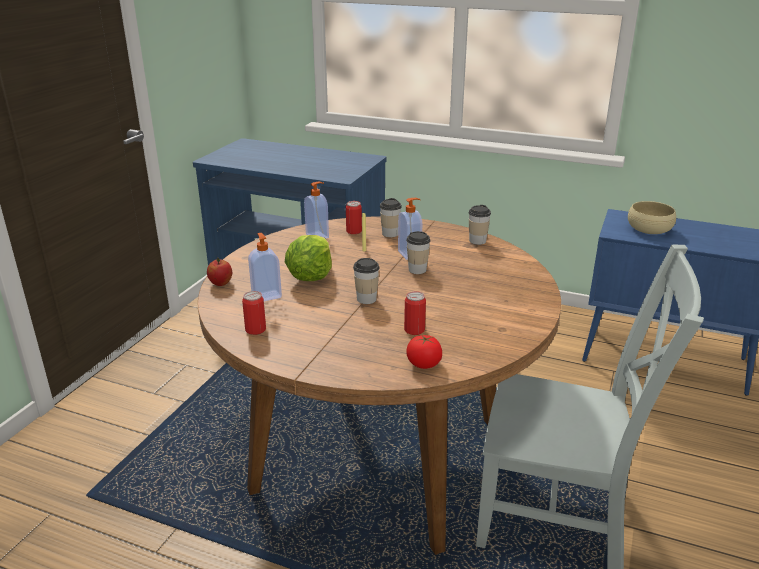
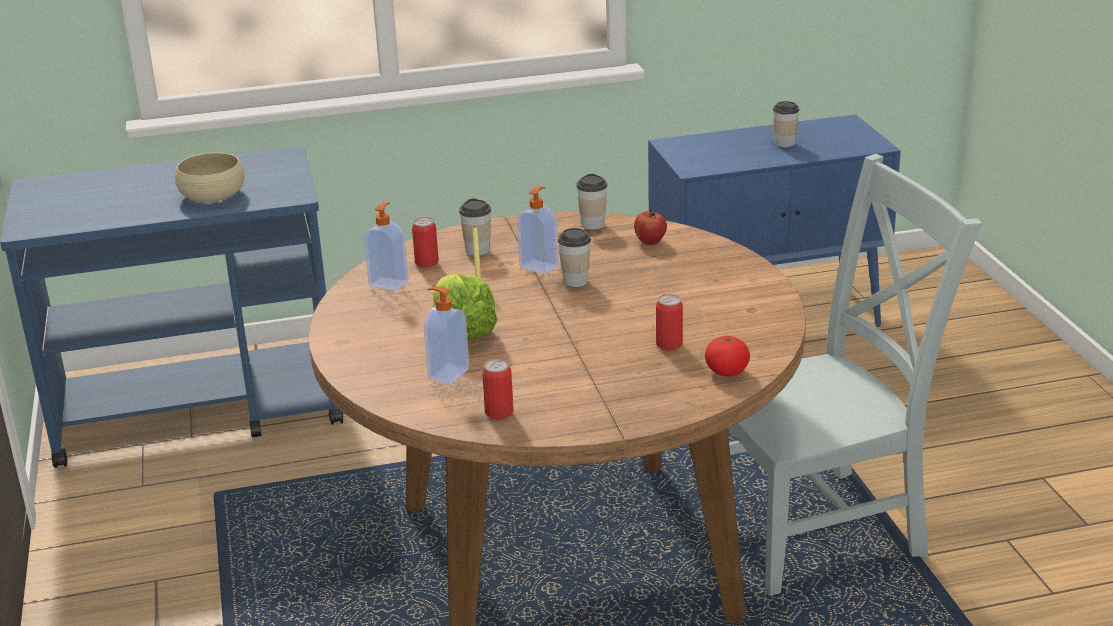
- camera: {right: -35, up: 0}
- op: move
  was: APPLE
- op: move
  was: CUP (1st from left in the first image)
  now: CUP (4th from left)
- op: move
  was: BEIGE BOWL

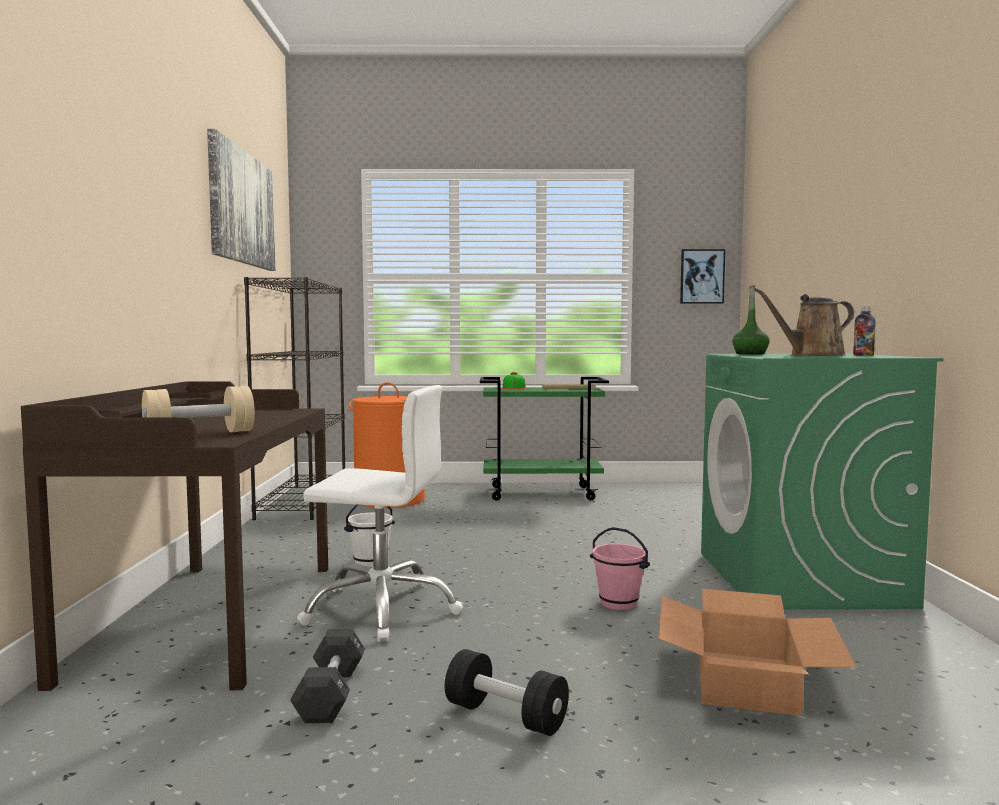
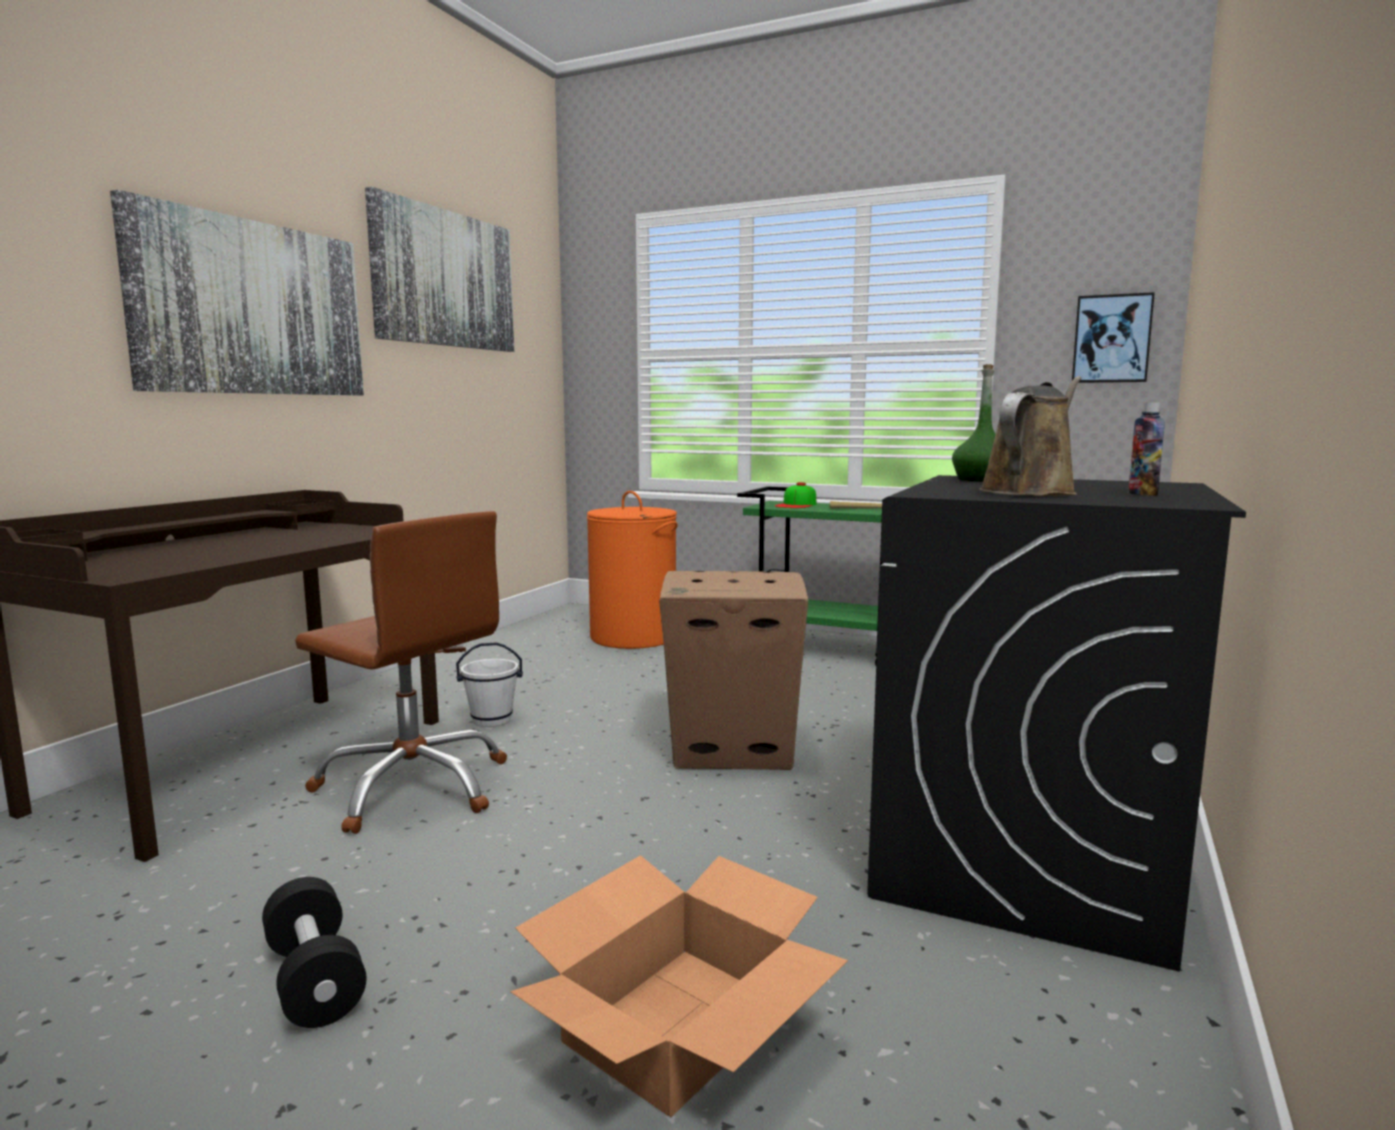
- camera: {right: 25, up: 5}
- op: delete
  was: BEIGE DUMBBELL
- op: delete
  was: BLACK BOOKCASE
- op: delete
  was: BLACK DUMBBELL (1st from left)
- op: recolor
  was: WHITE OFFICE CHAIR
  now: BROWN OFFICE CHAIR
- op: delete
  was: PINK BUCKET
- op: recolor
  was: GREEN WASHING MACHINE
  now: BLACK WASHING MACHINE
- op: rotate
  was: BROWN WATERING CAN
  clockwise: 120
- op: insert
  now: PICTURE (1st from left)
- op: insert
  now: CARDBOARD BOX (2nd from left)

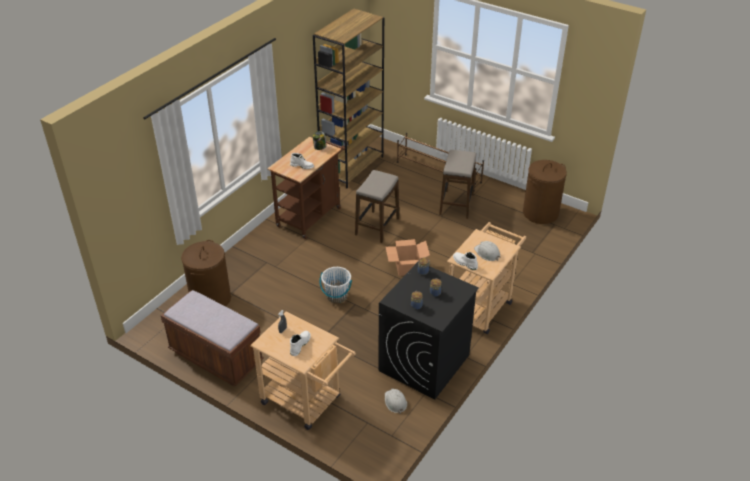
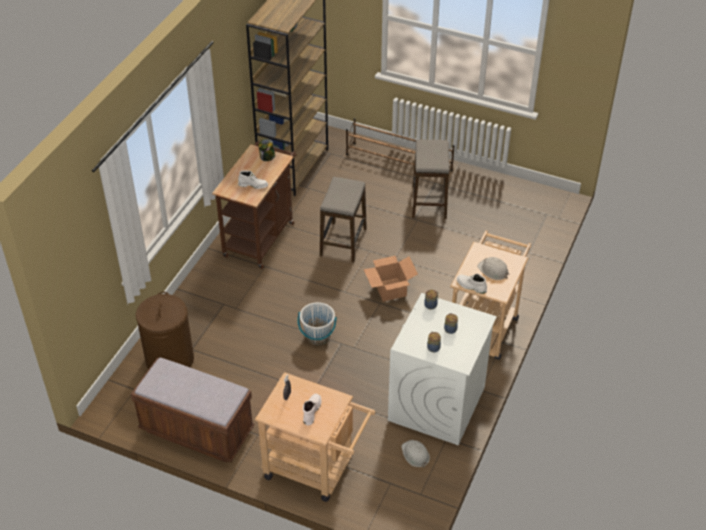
- camera: {right: -10, up: 5}
- op: recolor
  was: BLACK WASHING MACHINE
  now: WHITE WASHING MACHINE
- op: delete
  was: BROWN LAUNDRY BASKET (2nd from left)

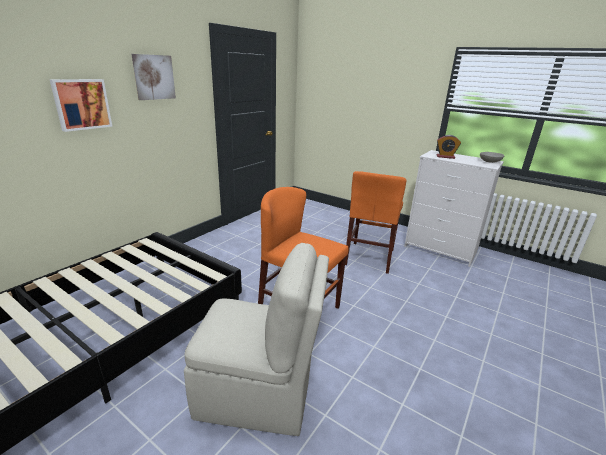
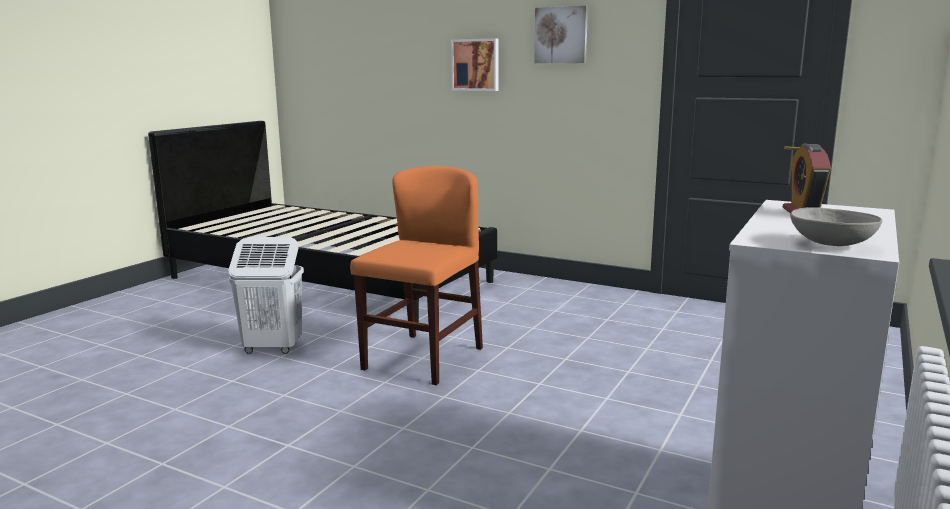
- camera: {right: 85, up: -10}
- op: replace
  was: BEIGE CHAIR
  now: WHITE LAUNDRY BASKET
- op: delete
  was: ORANGE CHAIR (2nd from left)

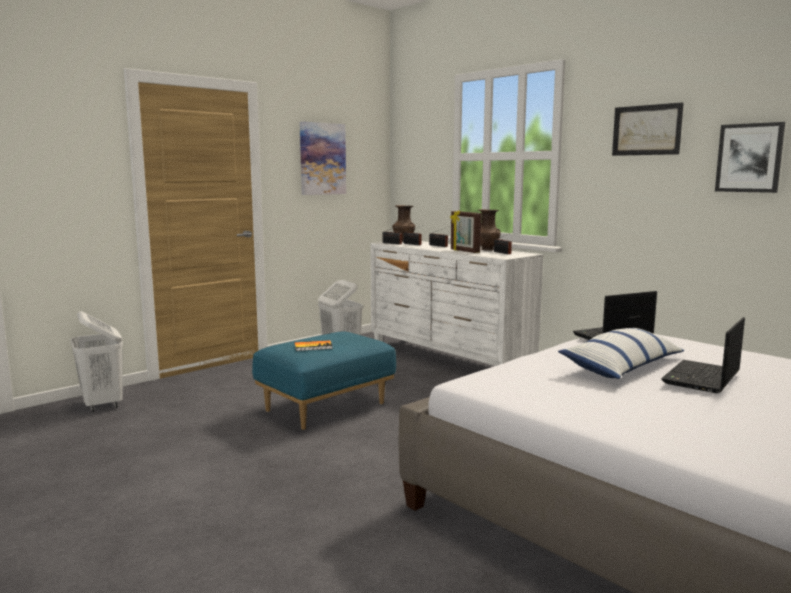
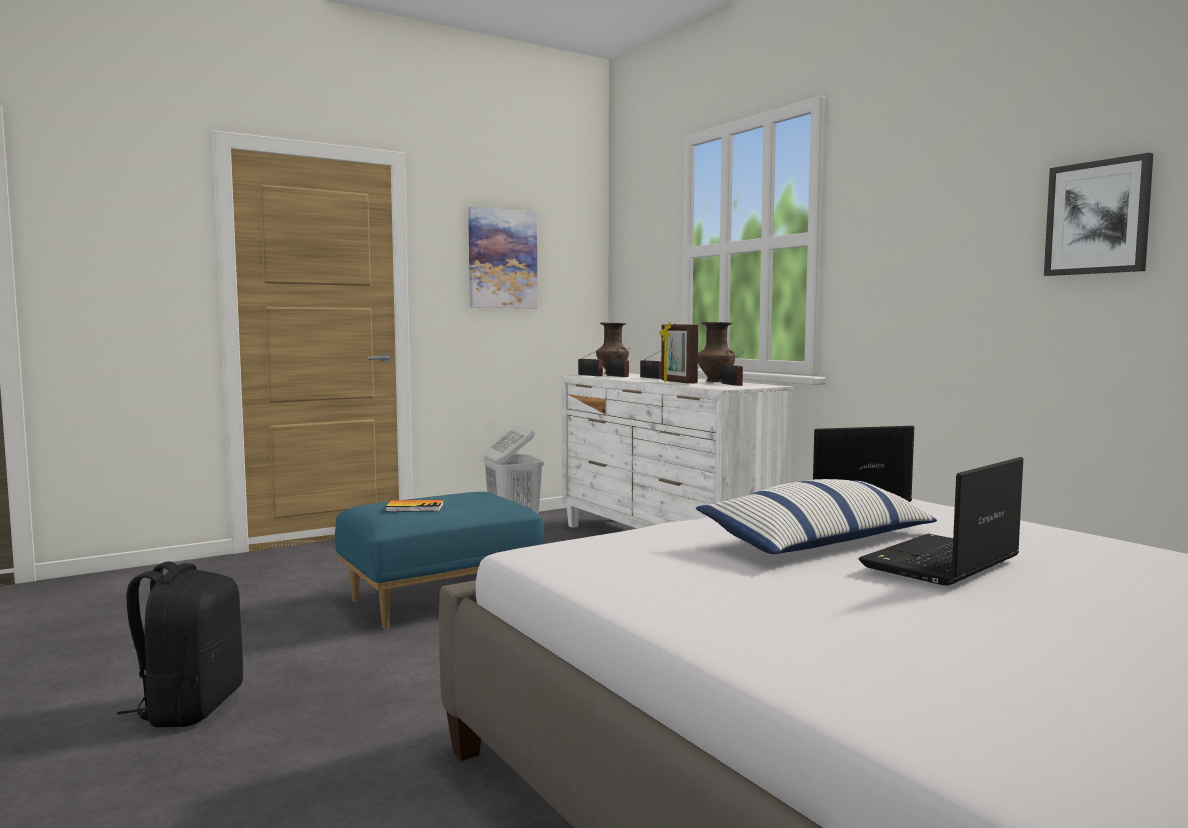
- camera: {right: 10, up: -5}
- op: delete
  was: WHITE LAUNDRY BASKET (1st from left)
- op: delete
  was: PICTURE (2nd from left)
- op: insert
  now: BLACK BACKPACK

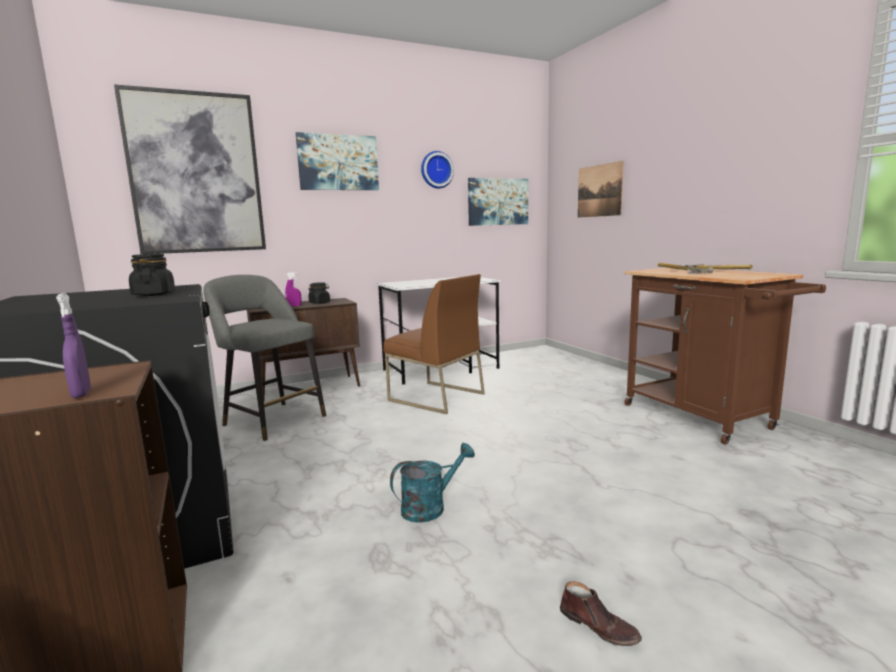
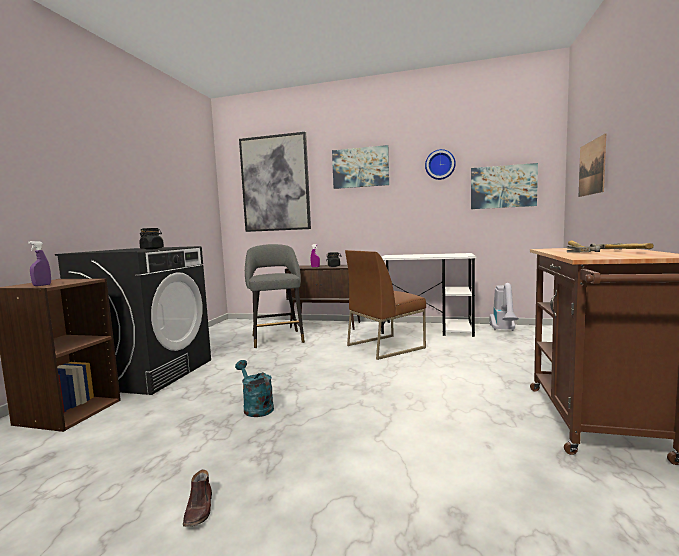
- camera: {right: 40, up: -5}
- op: rotate
  was: BROWN CHAIR
  clockwise: 75
- op: rotate
  was: TURQUOISE WATERING CAN
  clockwise: -135
- op: insert
  now: VACUUM CLEANER

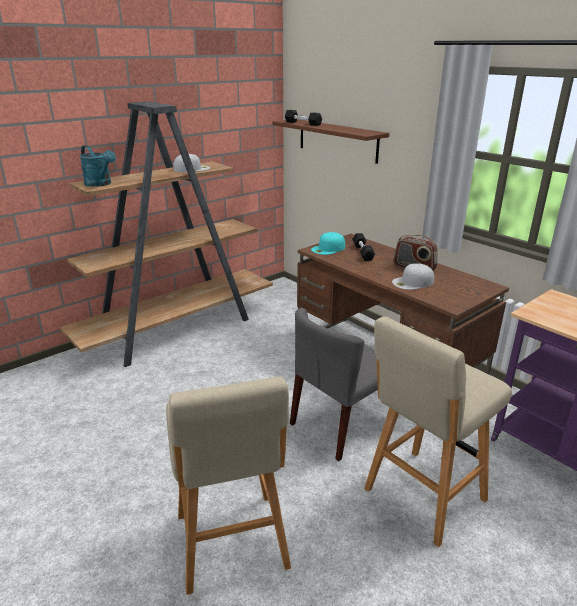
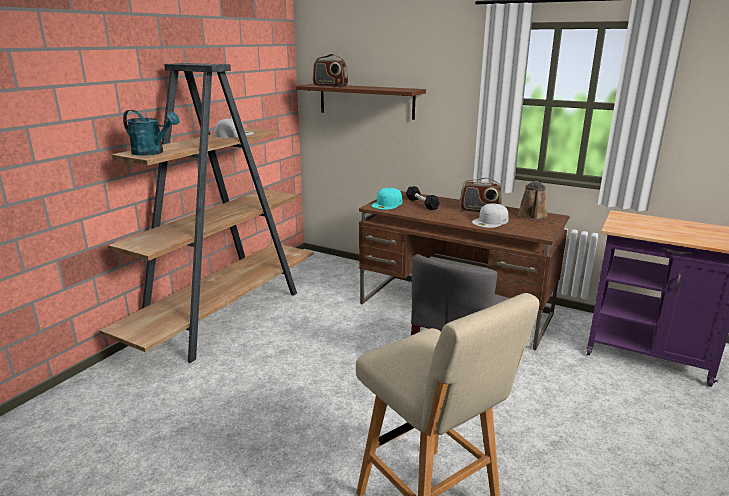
- camera: {right: -20, up: -5}
- op: replace
  was: BLACK DUMBBELL (1st from left)
  now: RADIO (1st from left)
- op: delete
  was: BEIGE STOOL (2nd from left)
- op: insert
  now: BROWN WATERING CAN

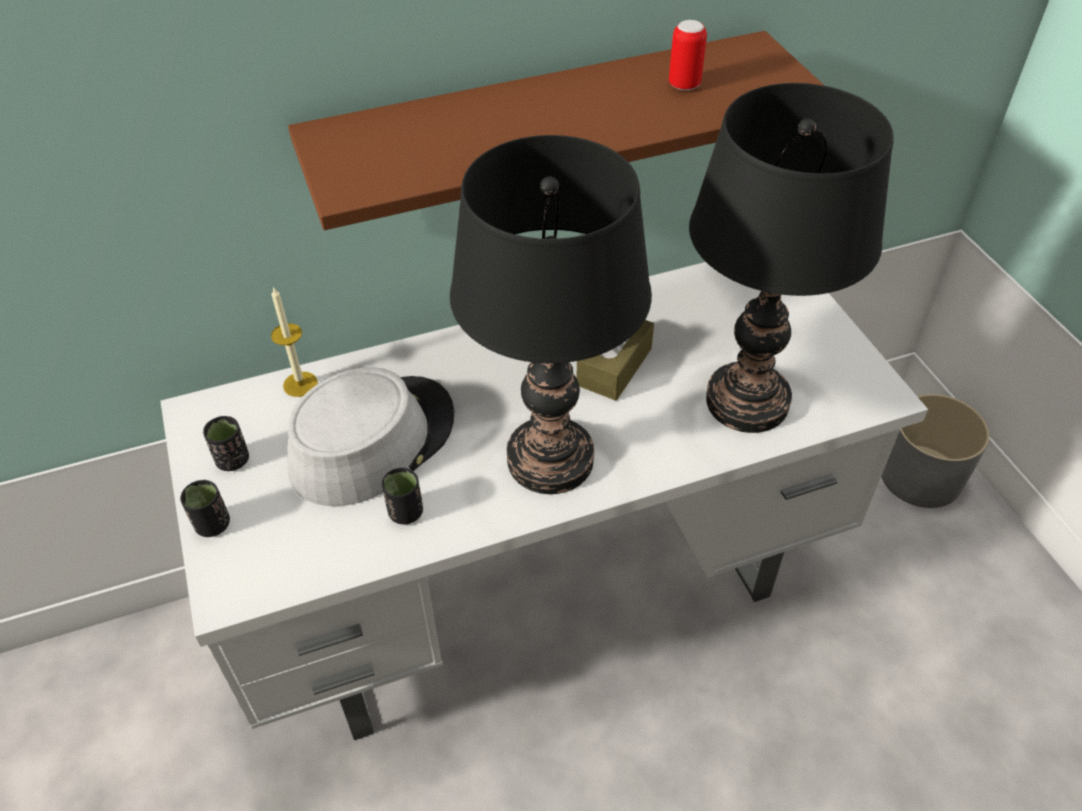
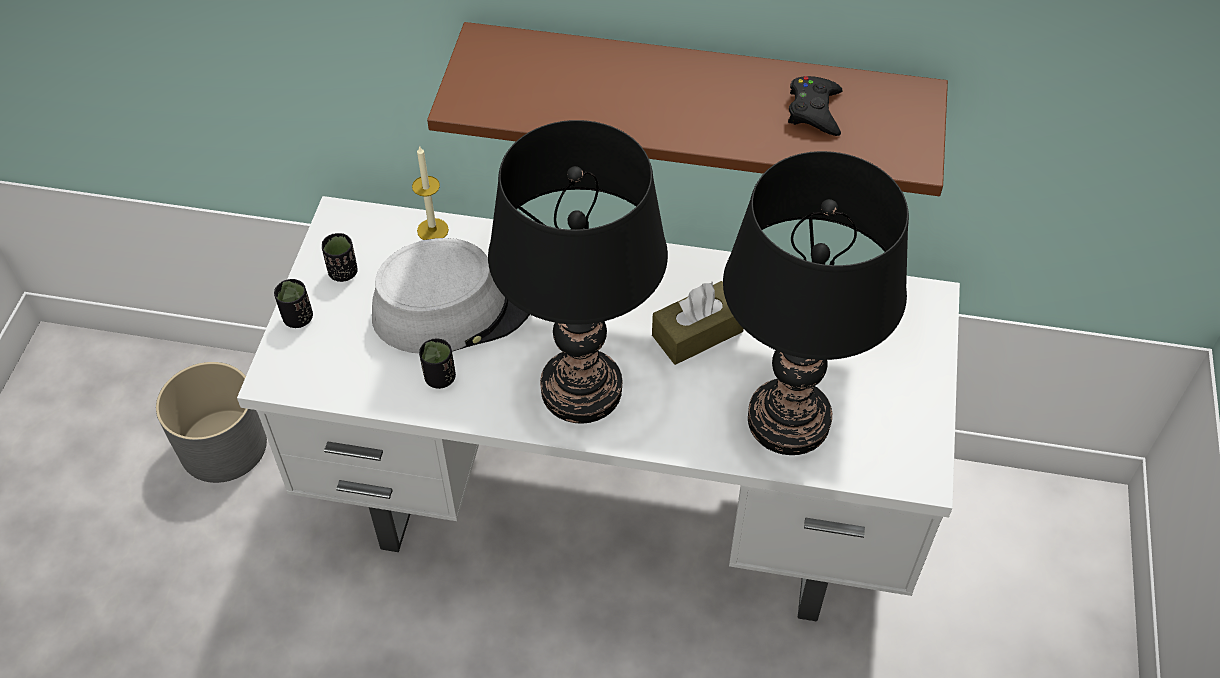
- camera: {right: 30, up: 5}
- op: replace
  was: CAN
  now: BLACK GAME CONTROLLER
- op: move
  was: GREY PLANTER

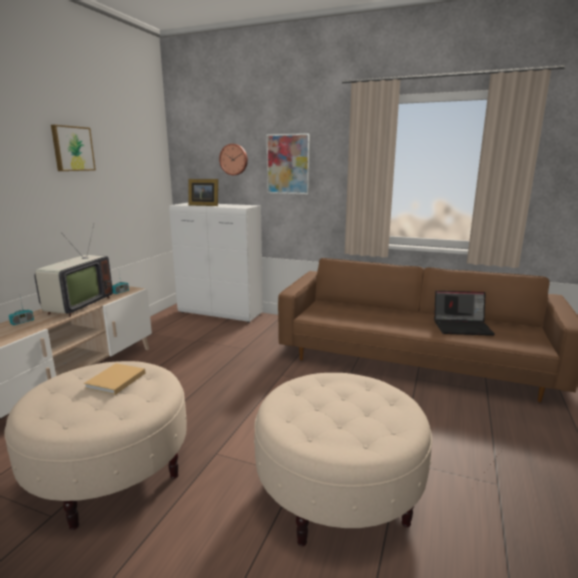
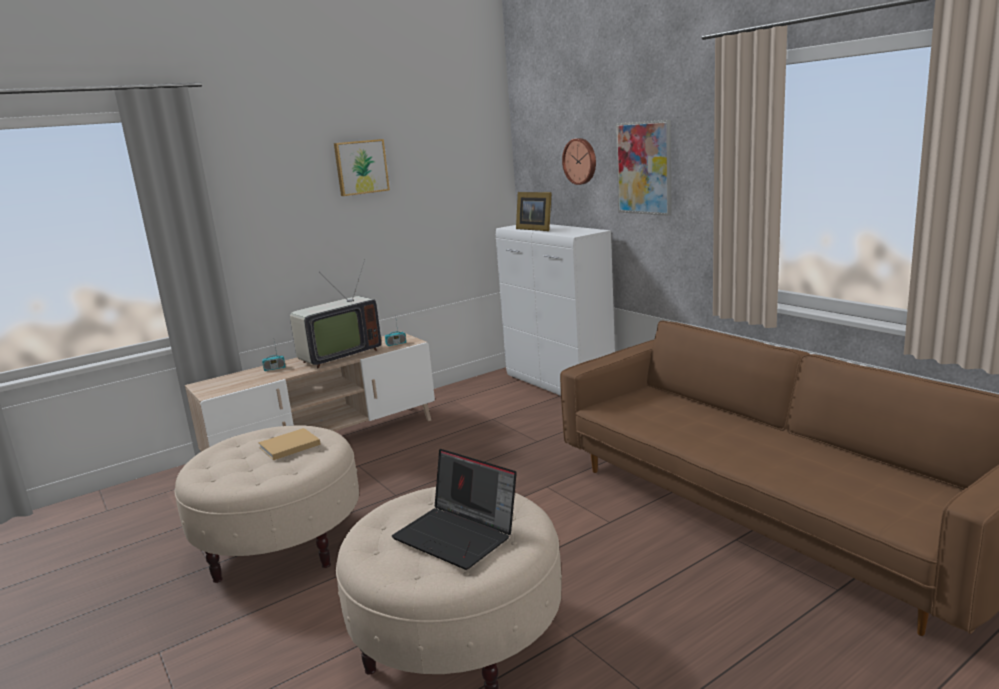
- camera: {right: 35, up: 0}
- op: move
  was: LAPTOP

